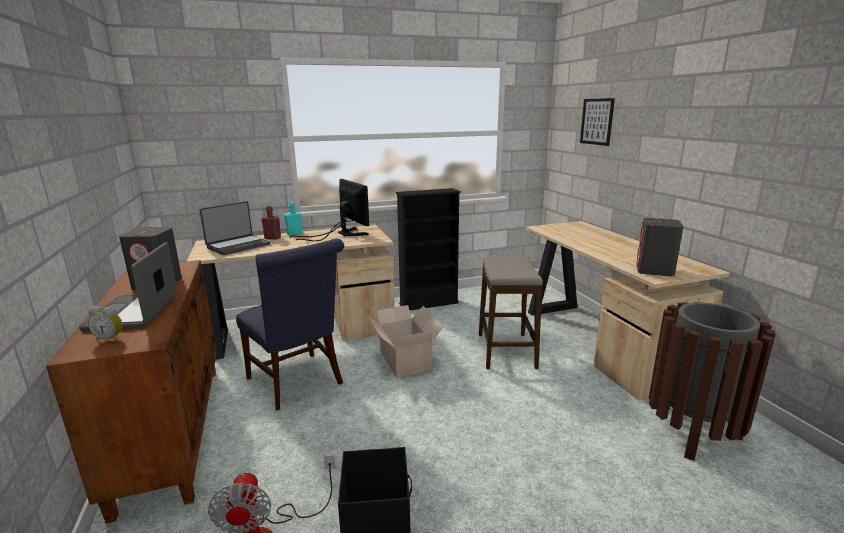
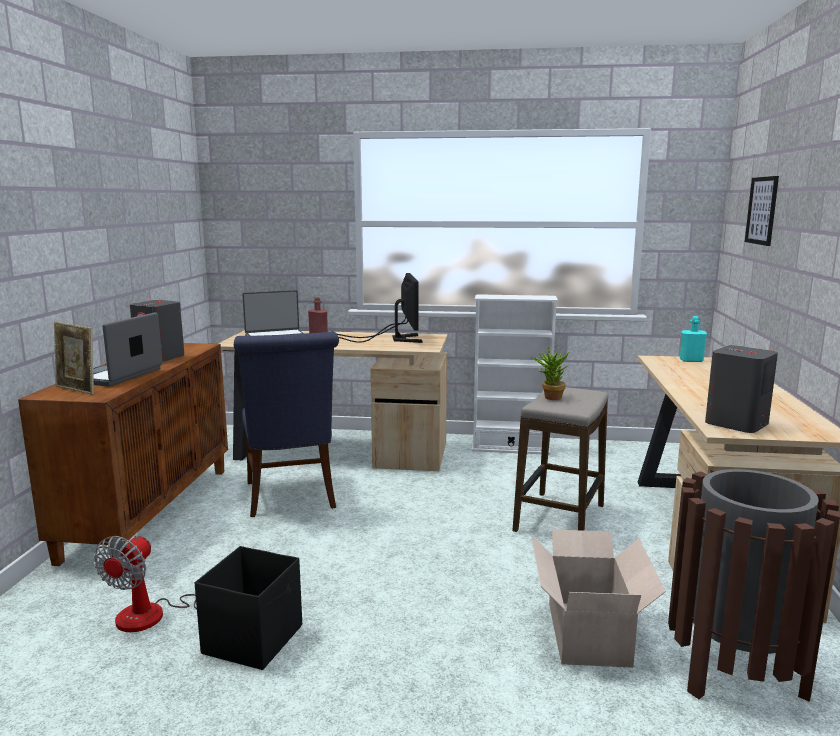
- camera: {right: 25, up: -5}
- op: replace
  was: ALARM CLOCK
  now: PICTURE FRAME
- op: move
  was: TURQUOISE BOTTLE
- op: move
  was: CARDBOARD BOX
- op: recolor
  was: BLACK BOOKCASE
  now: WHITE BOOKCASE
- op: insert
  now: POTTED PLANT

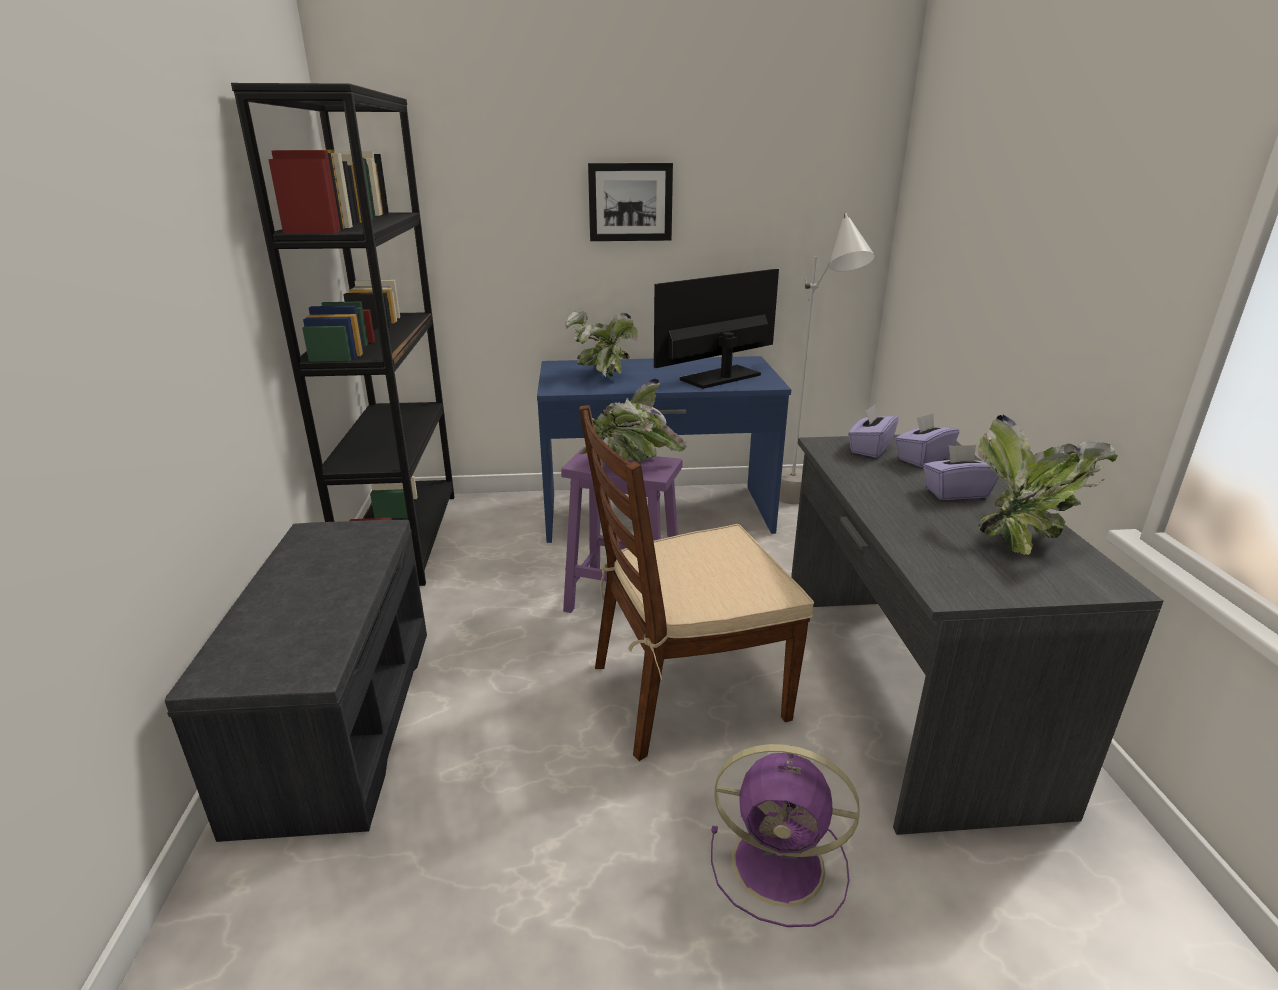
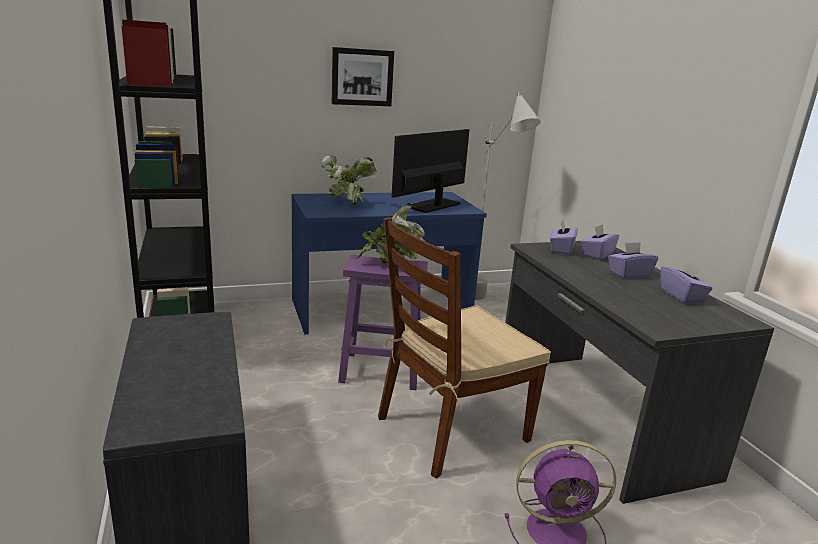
- camera: {right: -15, up: -5}
- op: replace
  was: POTTED PLANT (3rd from left)
  now: PURPLE TISSUE BOX (4th from left)

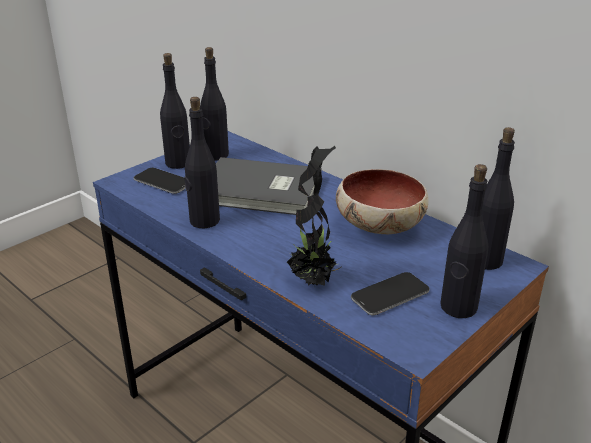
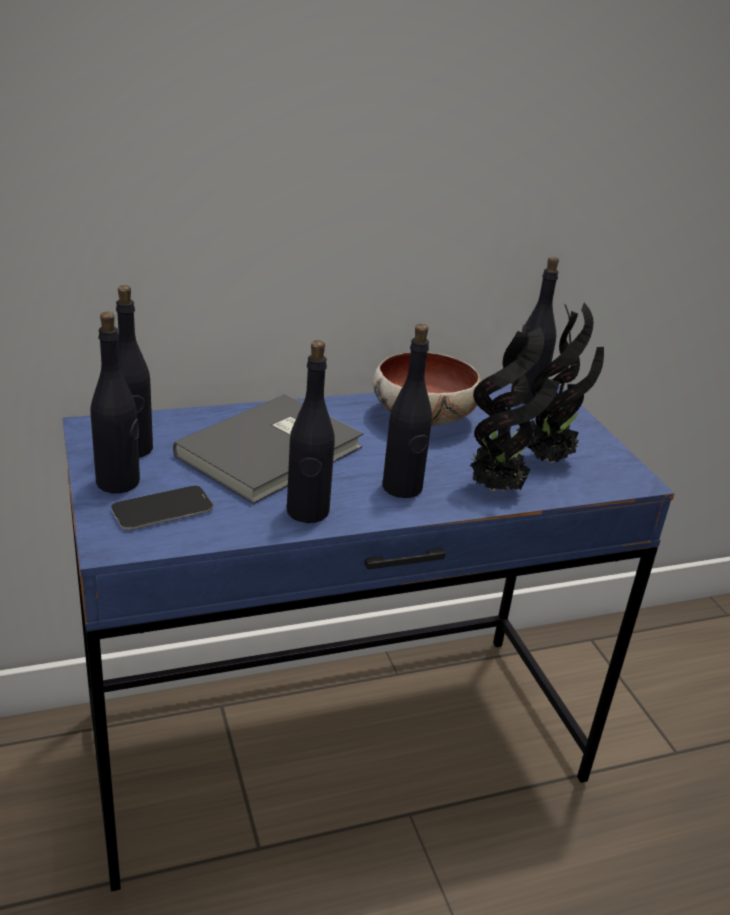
- camera: {right: -65, up: 0}
- op: replace
  was: PHONE (2nd from left)
  now: POTTED PLANT (2nd from left)
- op: move
  was: BLACK BOTTLE (4th from left)

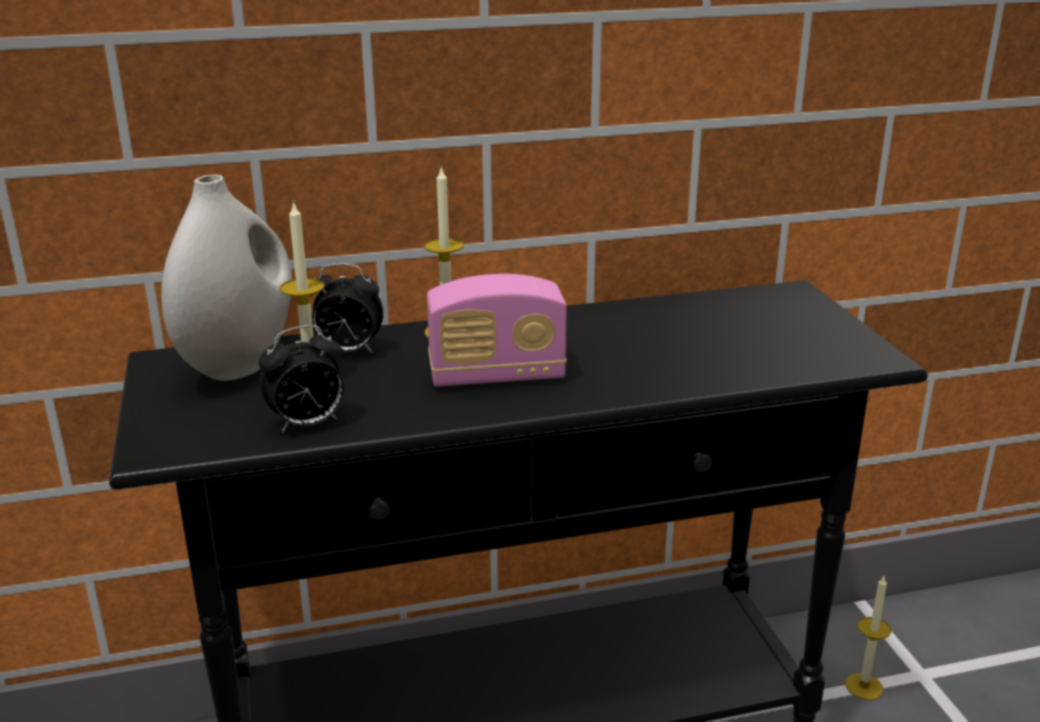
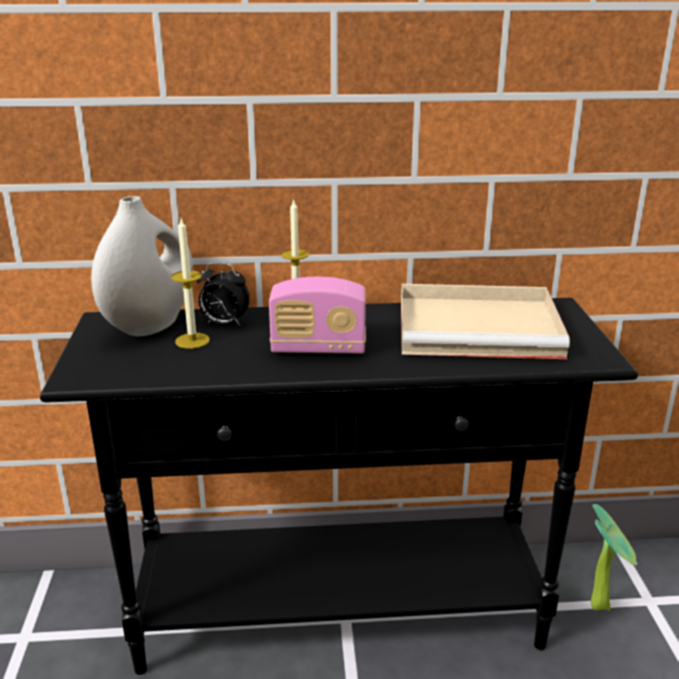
- camera: {right: 10, up: 0}
- op: delete
  was: ALARM CLOCK (1st from left)
- op: replace
  was: CANDLE (3rd from left)
  now: POTTED PLANT
- op: insert
  now: BEIGE TRAY

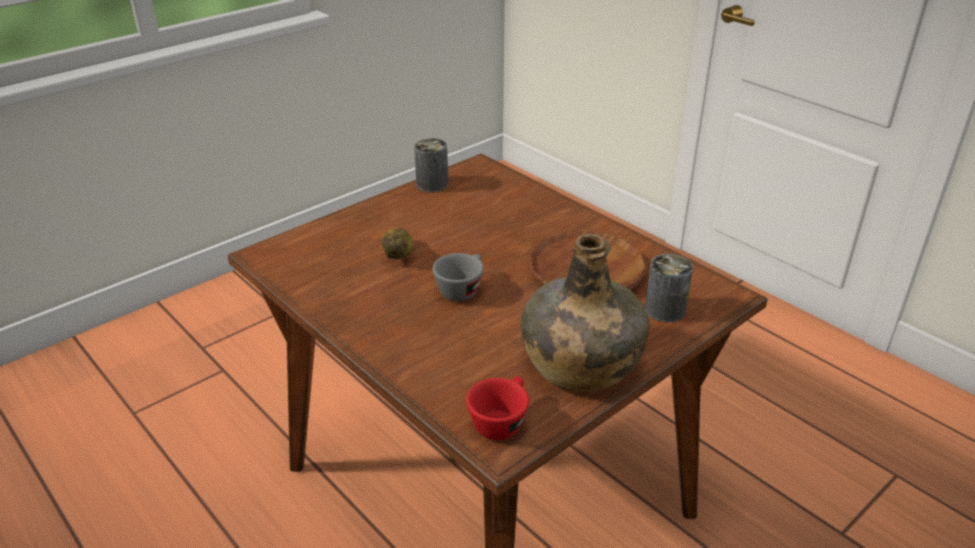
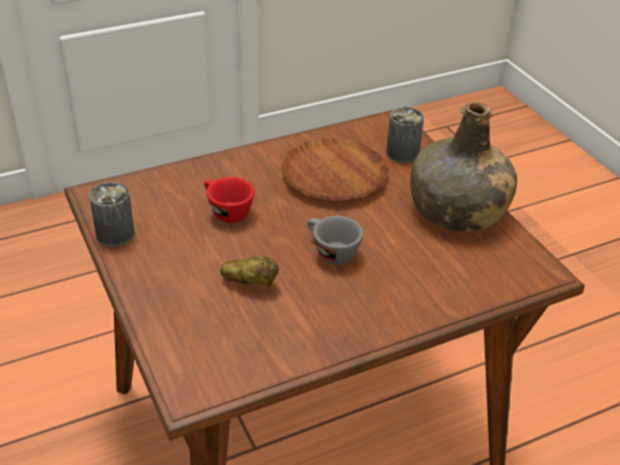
- camera: {right: -75, up: 5}
- op: move
  was: RED CUP

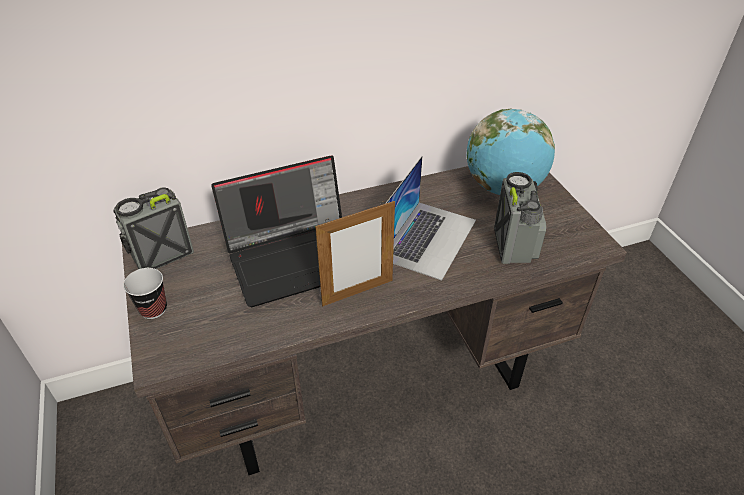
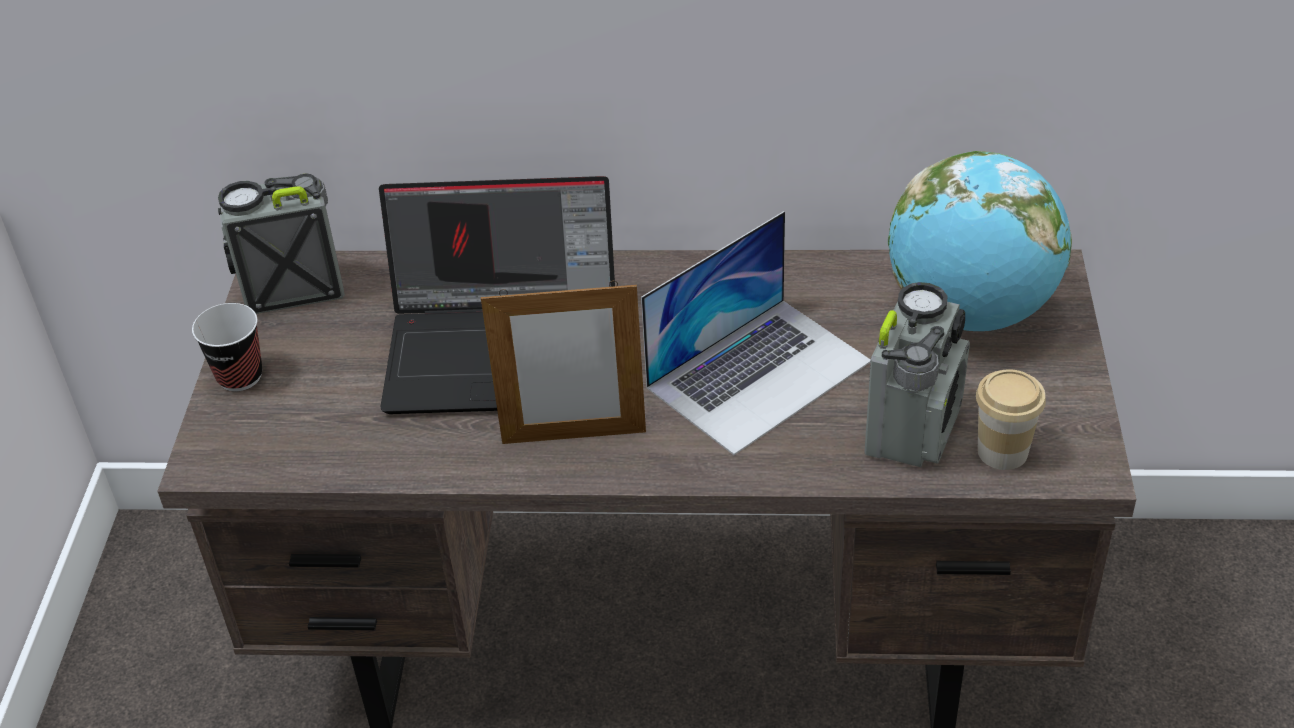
- camera: {right: 25, up: 0}
- op: insert
  now: CUP (2nd from left)

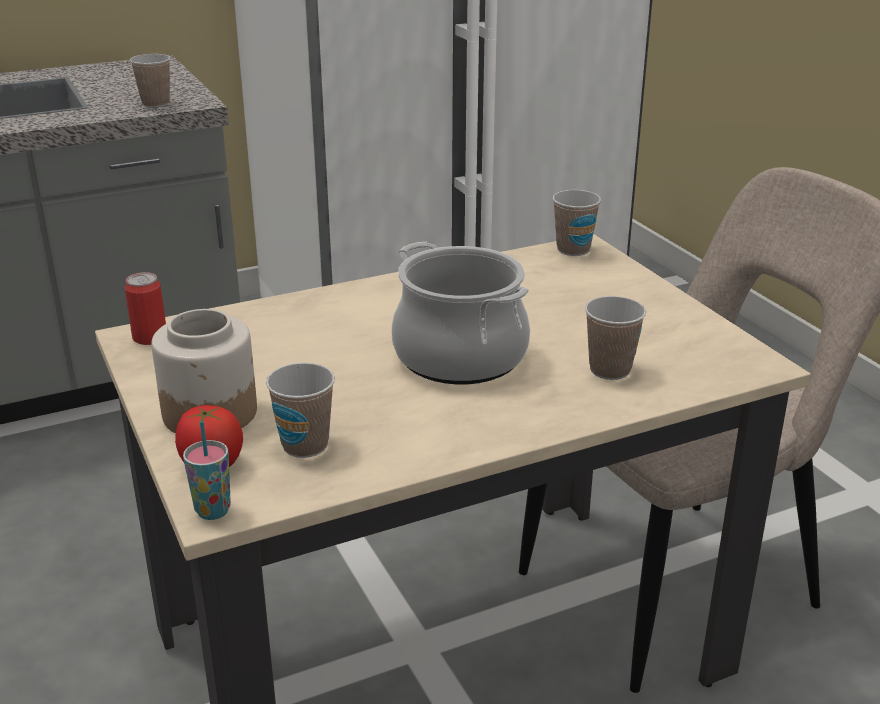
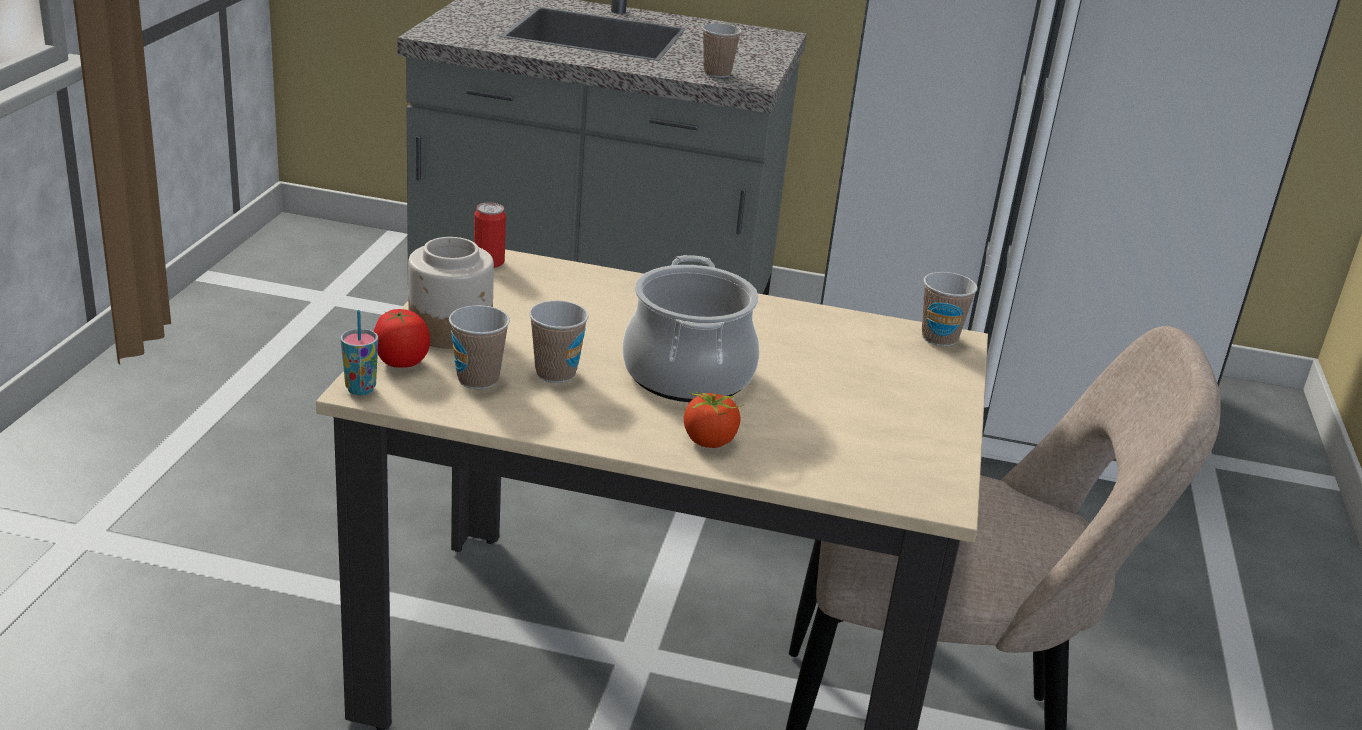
- camera: {right: 35, up: 0}
- op: move
  was: CUP (5th from left in the first image)
  now: CUP (3rd from left)
- op: insert
  now: TOMATO (2nd from left)

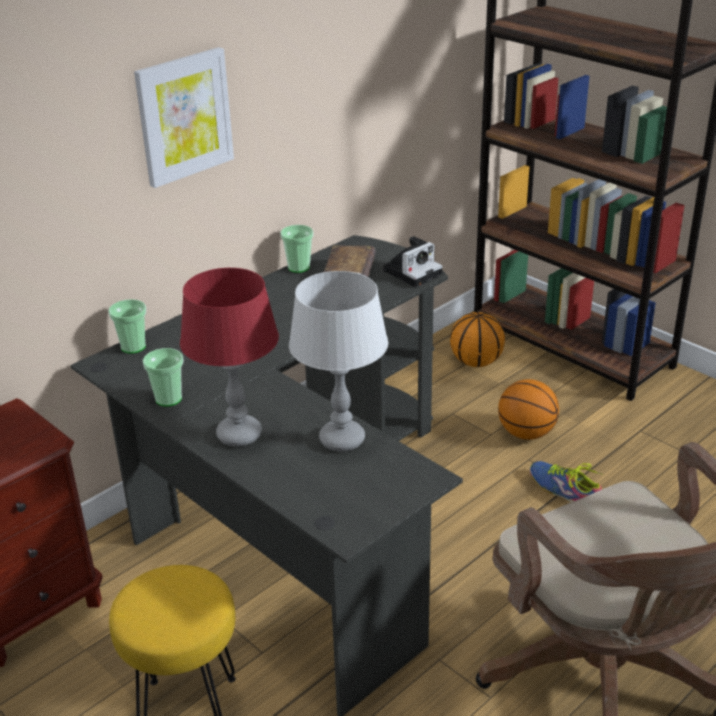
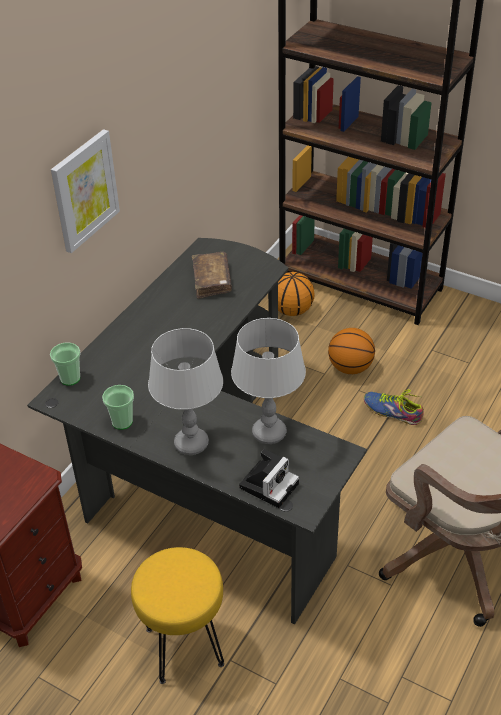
- camera: {right: -15, up: 10}
- op: recolor
  was: RED TABLE LAMP
  now: GREY TABLE LAMP (1st from left)
- op: delete
  was: CUP (3rd from left)
- op: move
  was: PHOTO CAMERA

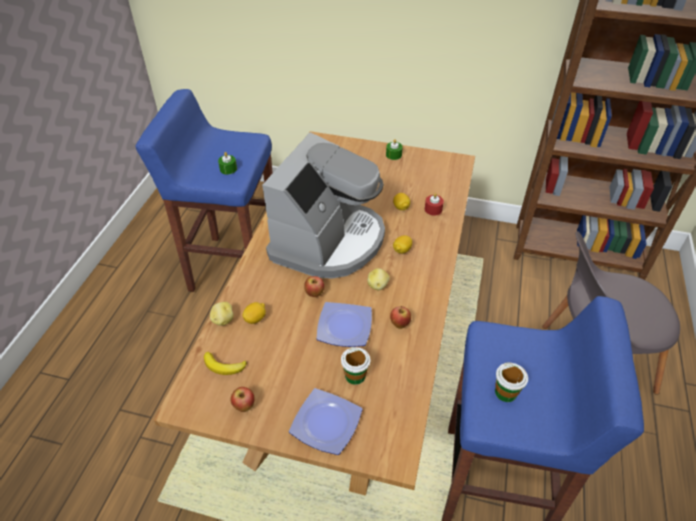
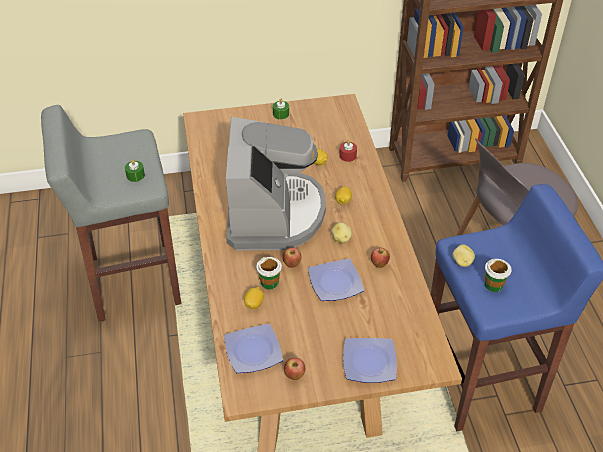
- camera: {right: -25, up: 0}
- op: recolor
  was: BLUE STOOL (1st from left)
  now: GREY STOOL
- op: replace
  was: BANANA
  now: PLATE (1st from left)
- op: move
  was: POTATO (1st from left in the first image)
  now: POTATO (2nd from left)
- op: move
  was: CUP (1st from left)

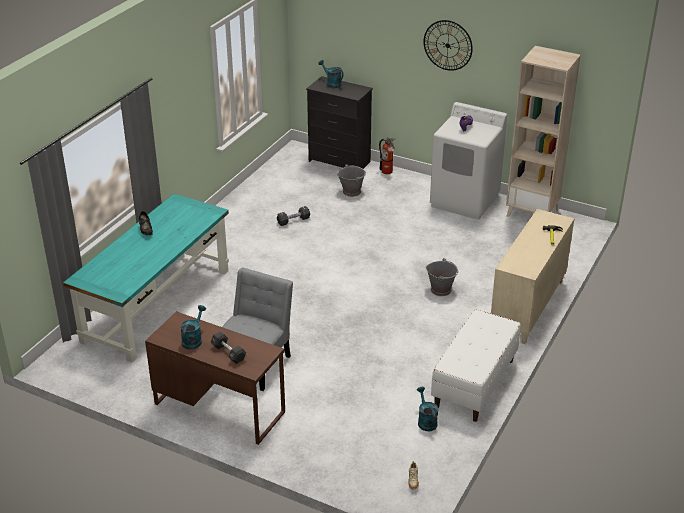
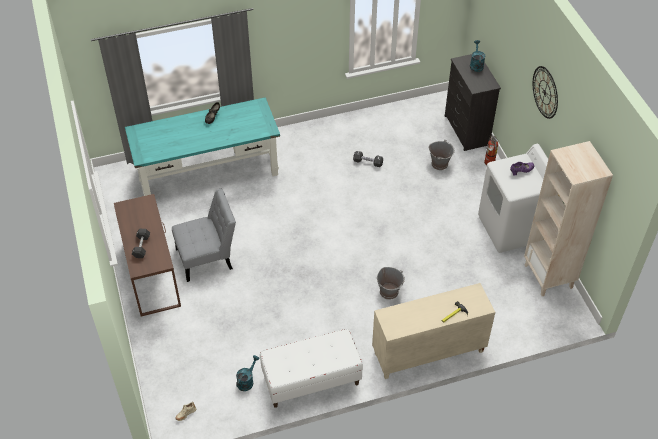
- camera: {right: 45, up: 15}
- op: delete
  was: TURQUOISE WATERING CAN (1st from left)

